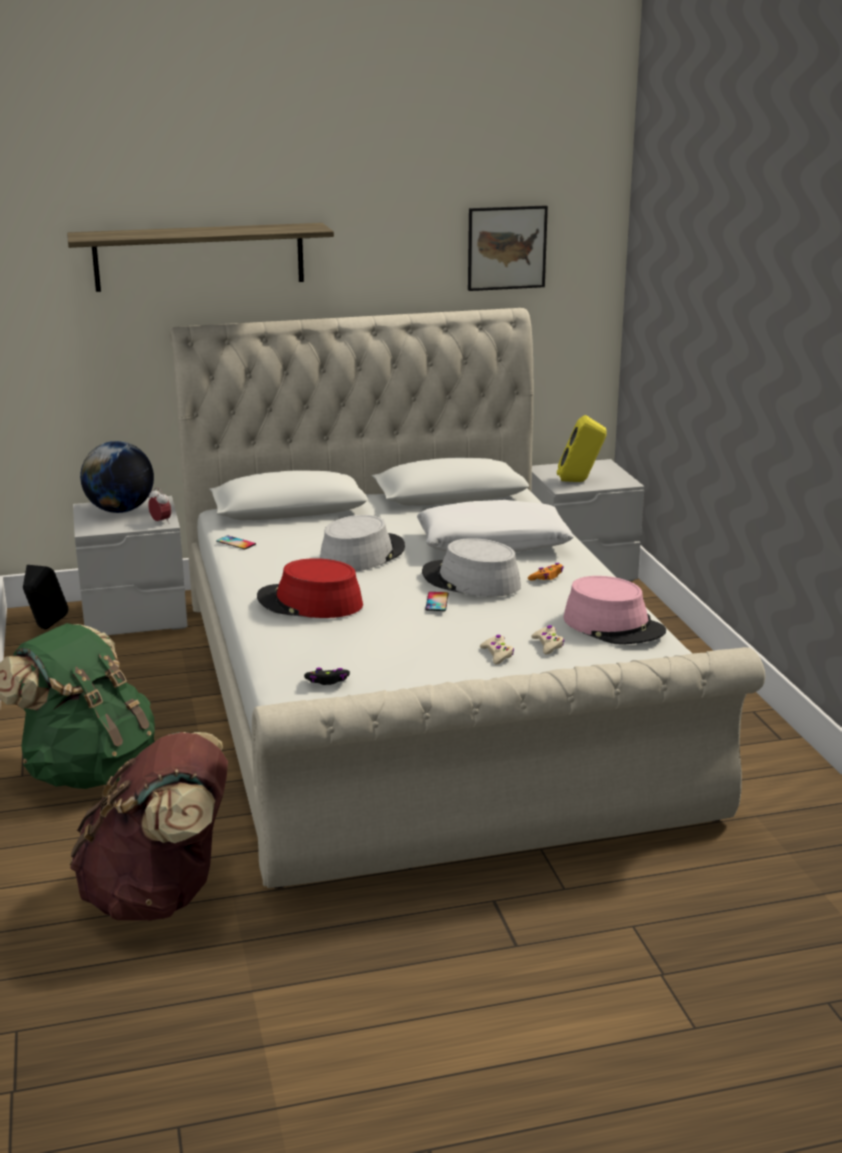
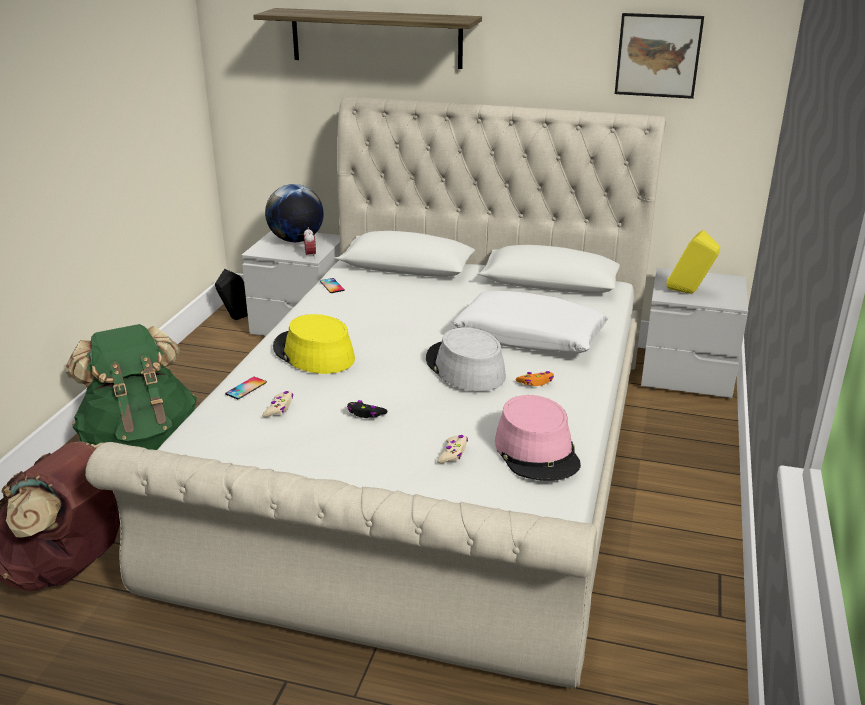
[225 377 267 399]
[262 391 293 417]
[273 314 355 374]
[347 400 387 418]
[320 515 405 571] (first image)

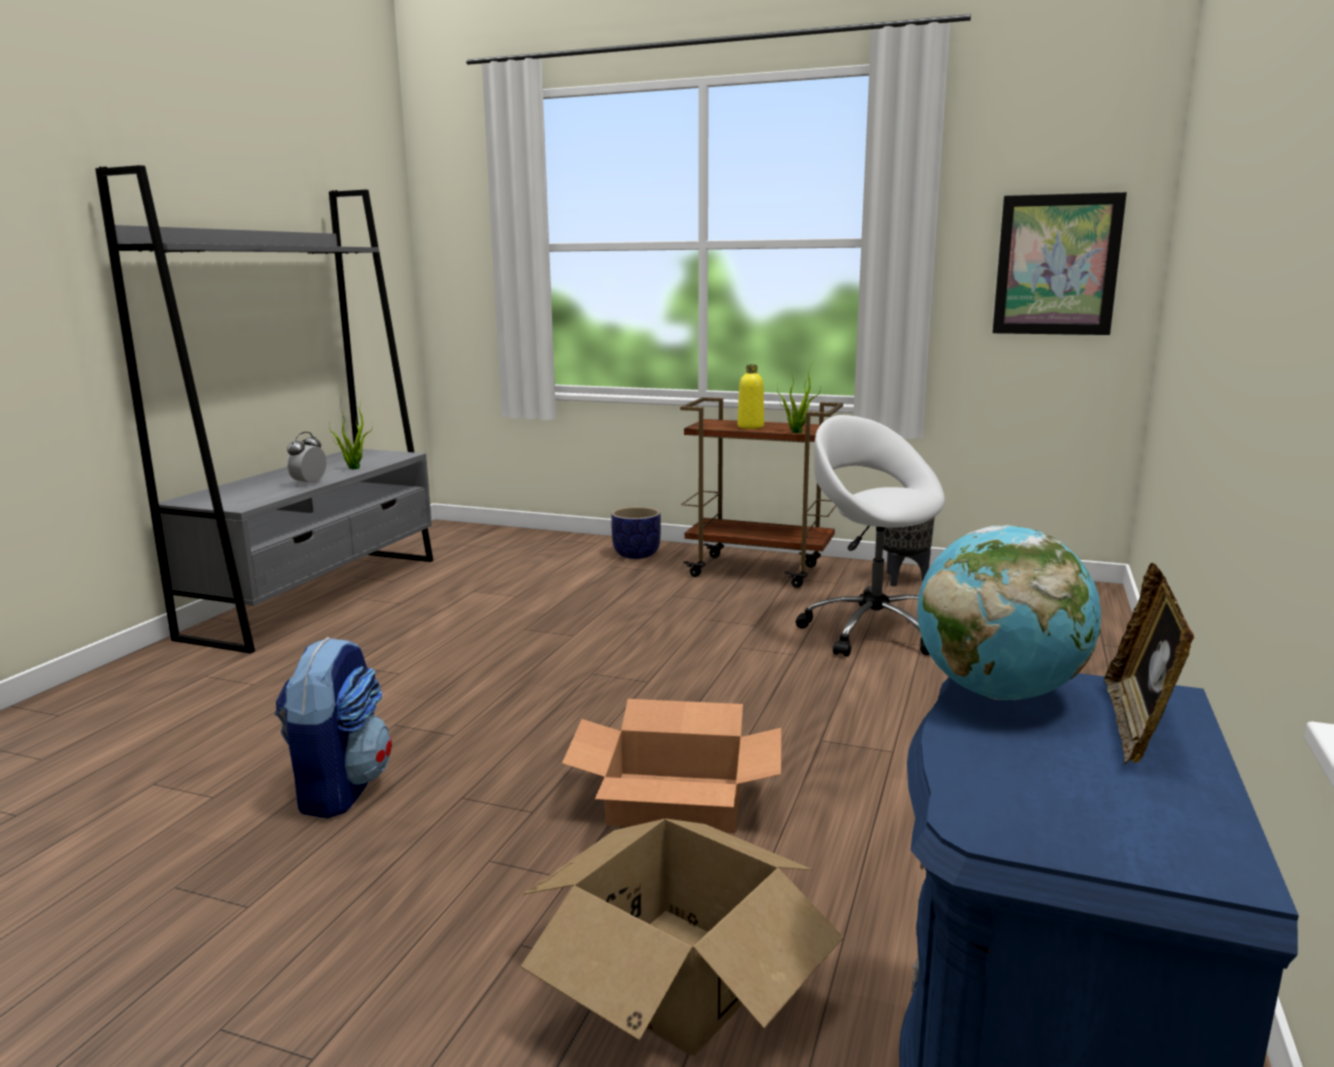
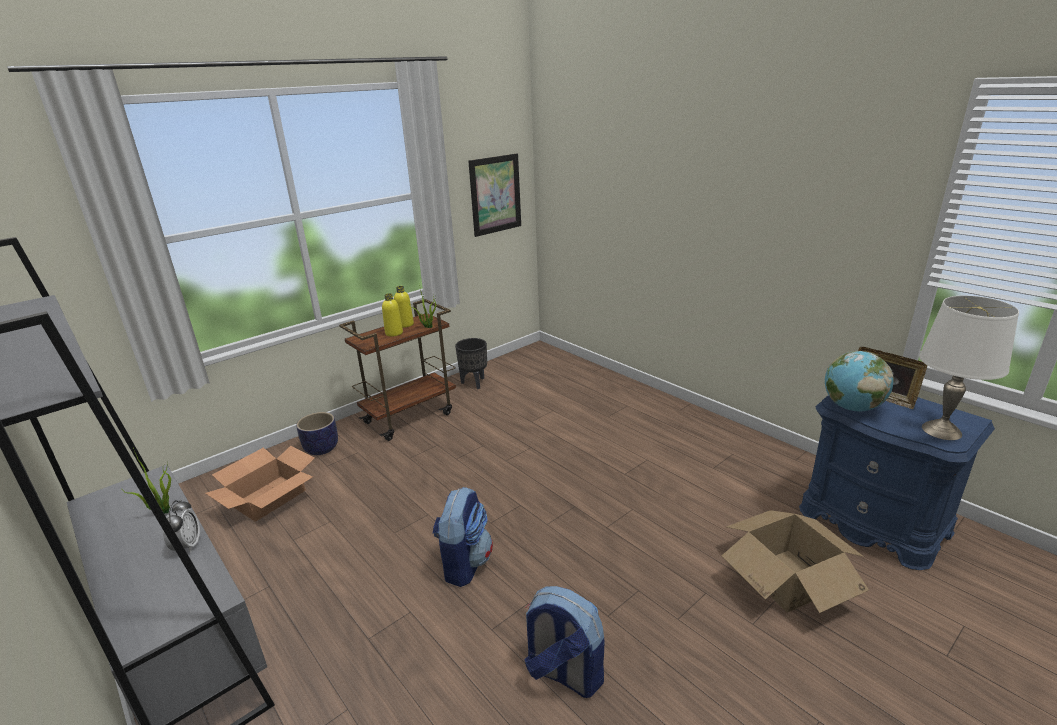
[163 500 200 553]
[205 446 314 522]
[394 286 414 328]
[432 487 493 587]
[919 296 1019 440]
[795 415 945 657] (first image)

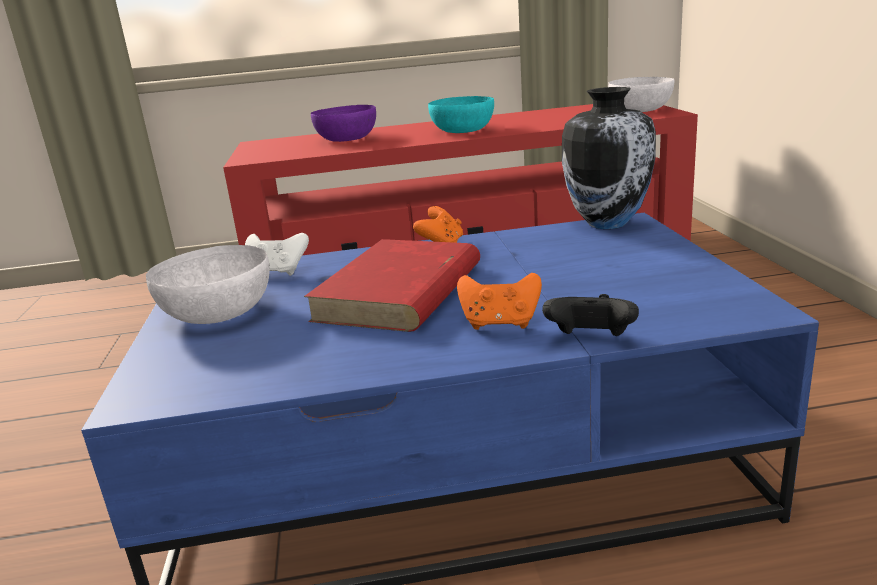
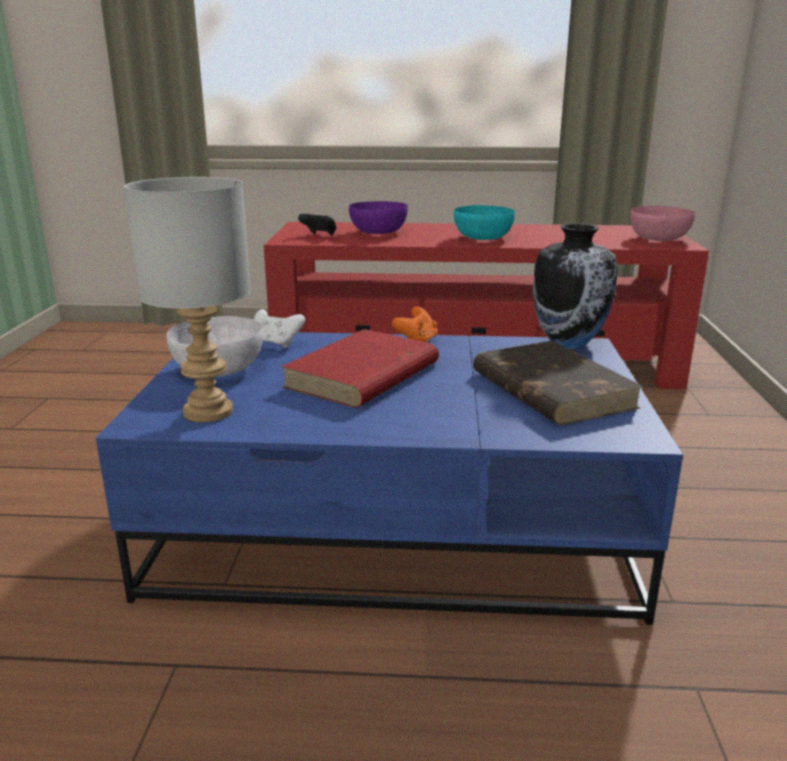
[124 177 251 422]
[298 214 336 236]
[473 341 644 425]
[630 206 695 241]
[457 273 542 330] (first image)

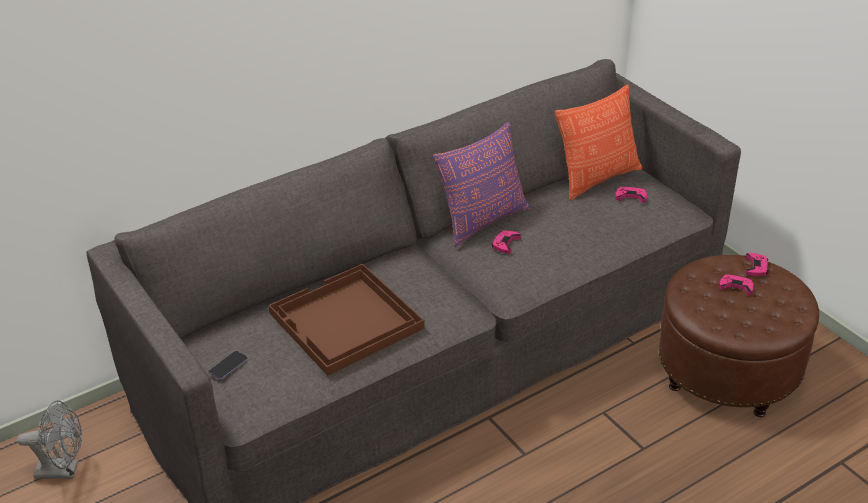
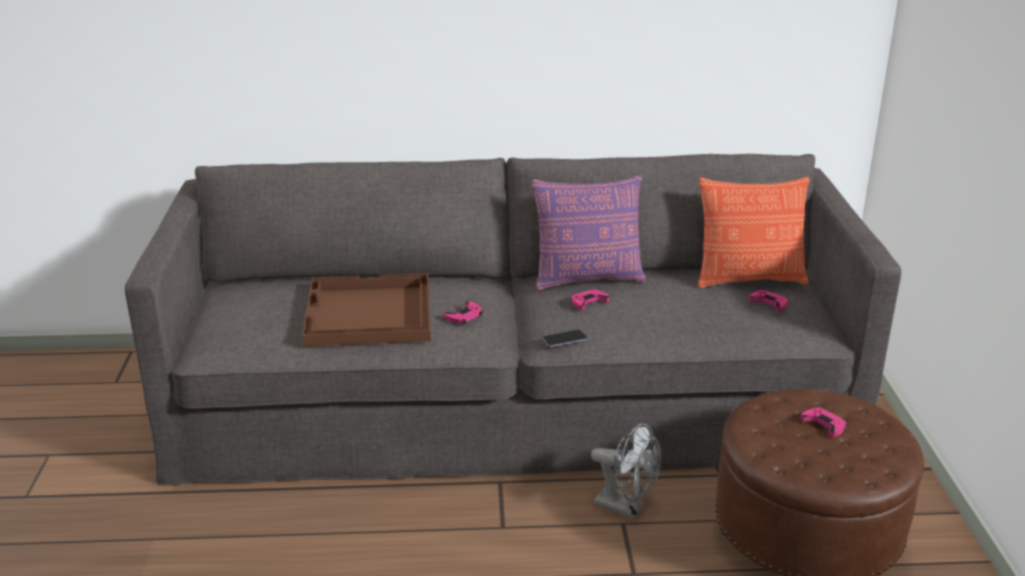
[444 301 483 324]
[543 329 587 347]
[591 423 661 519]

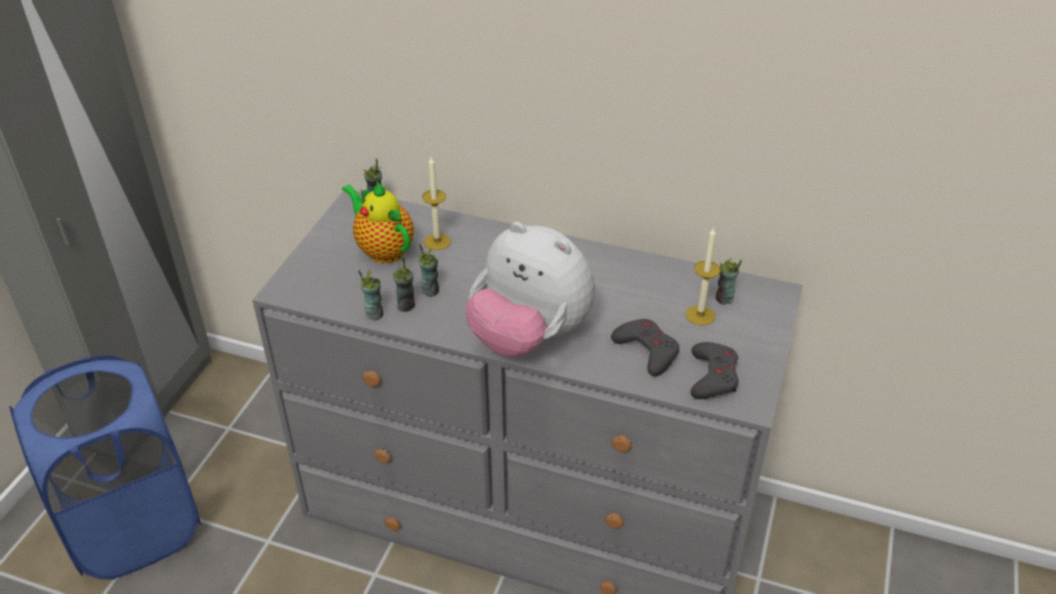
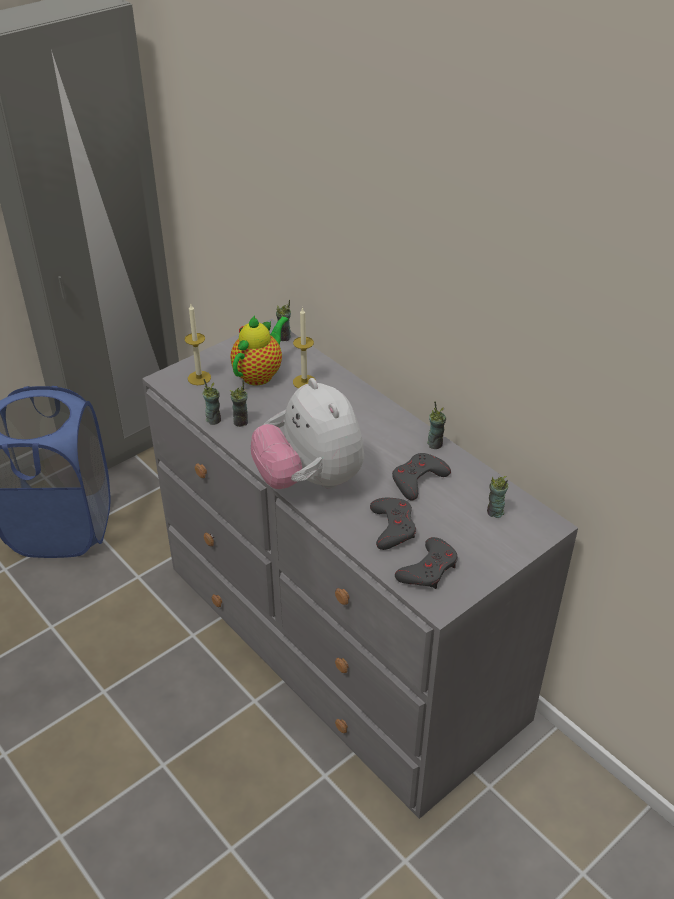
[185 304 211 385]
[230 315 289 386]
[392 453 451 500]
[427 401 446 449]

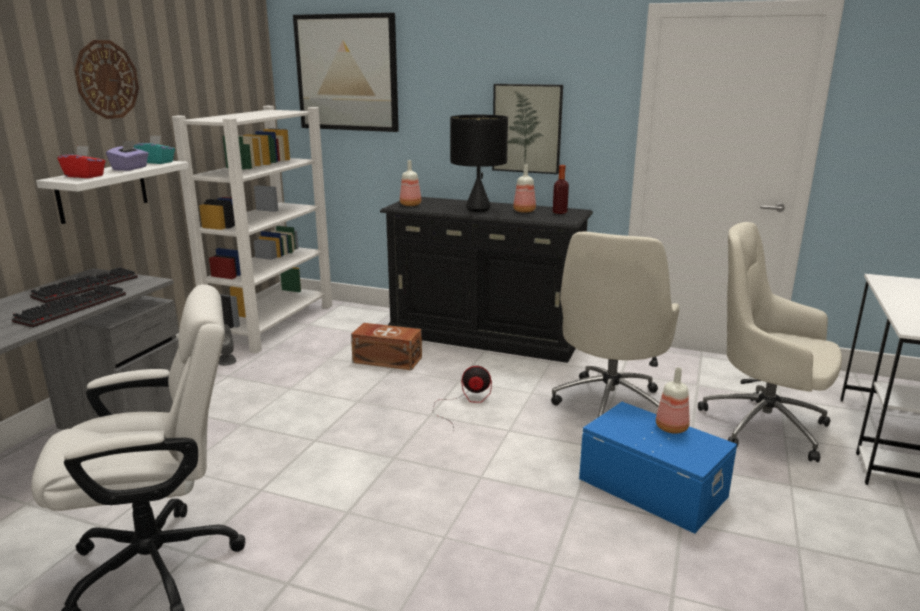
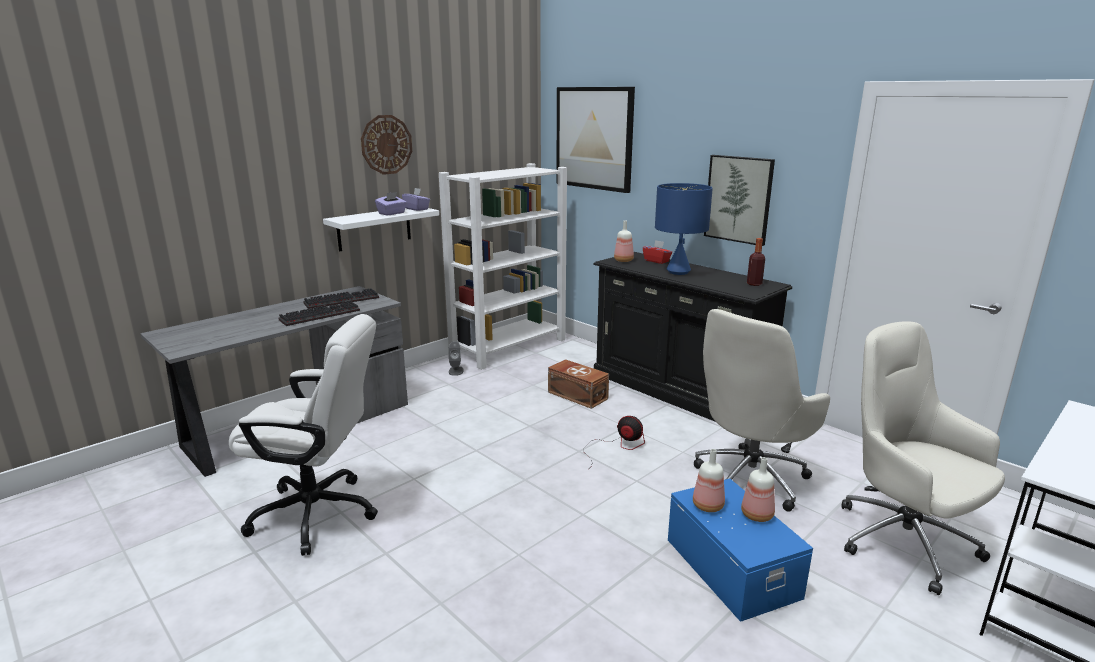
[402 188 430 211]
[643 240 672 264]
[655 183 713 275]
[693 449 725 512]

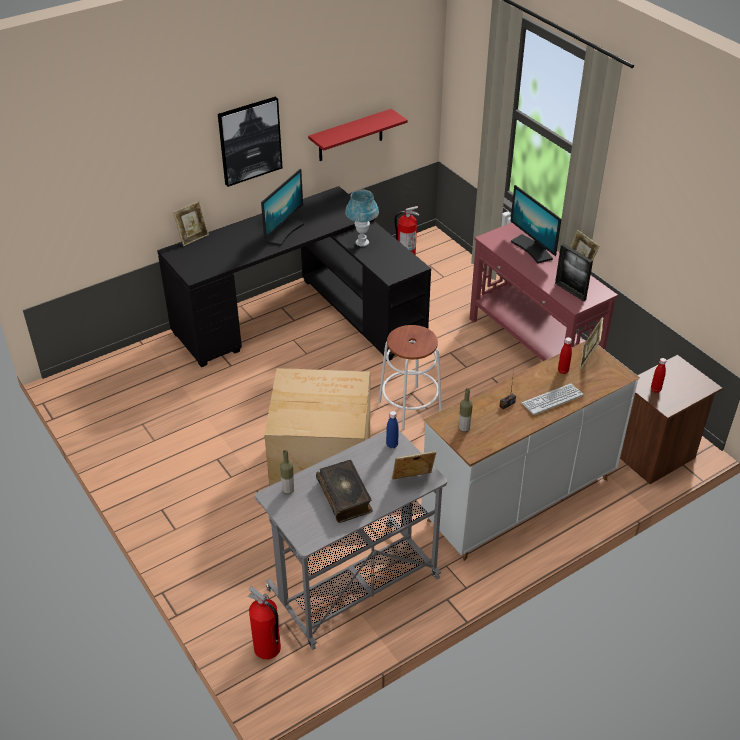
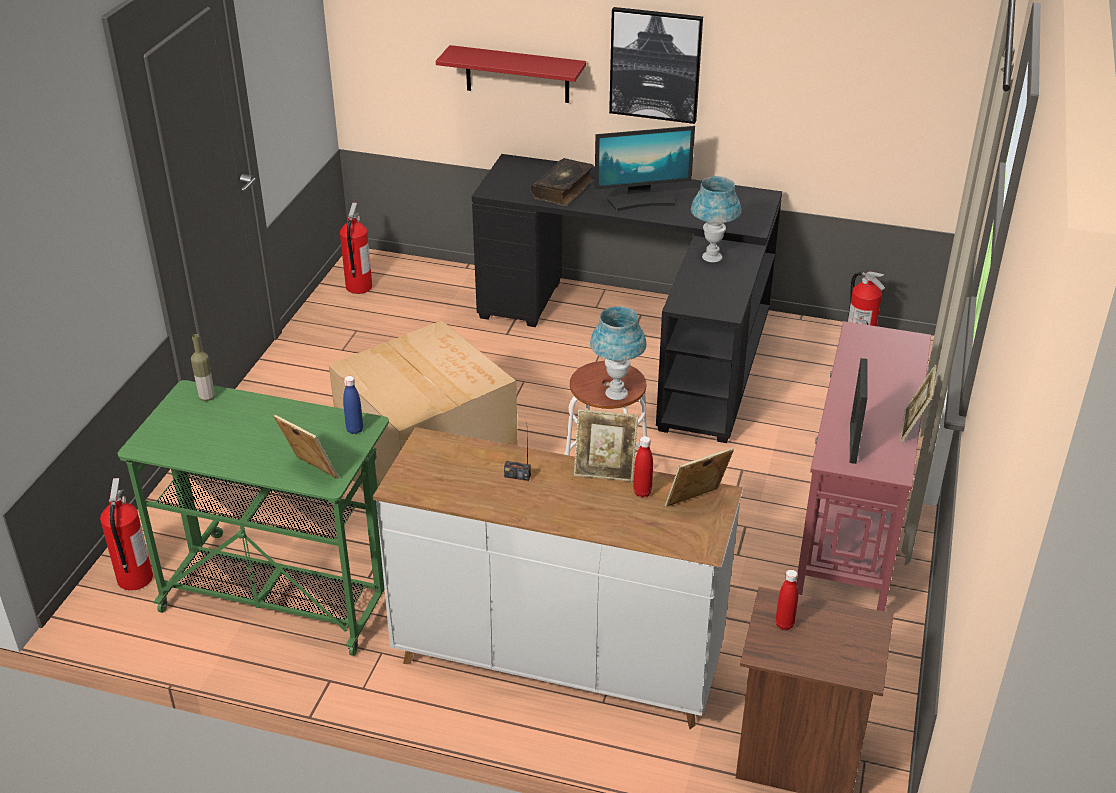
[118 380 389 656]
[340 202 372 294]
[436 45 586 103]
[531 158 594 206]
[574 409 638 482]
[590 306 647 400]
[459 388 473 432] (first image)
[510 185 561 264] (first image)
[521 384 583 415] (first image)

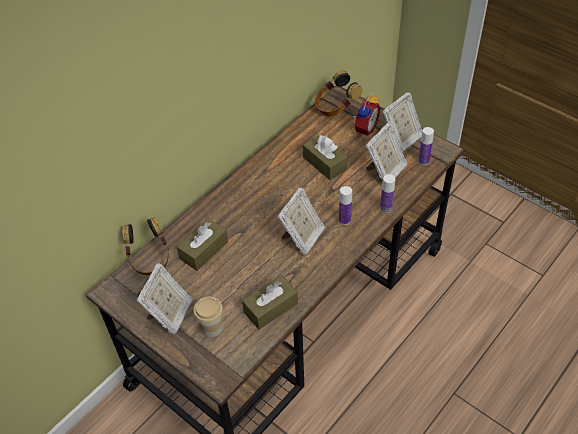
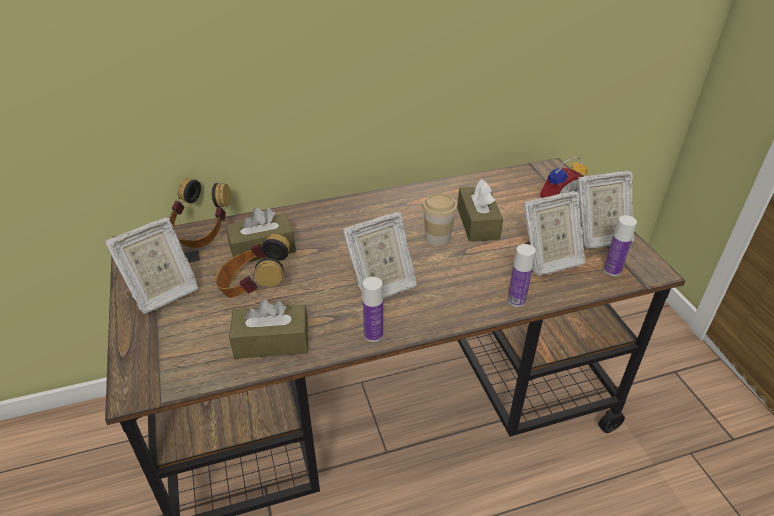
[215 234 290 298]
[363 277 383 342]
[422 193 458 246]

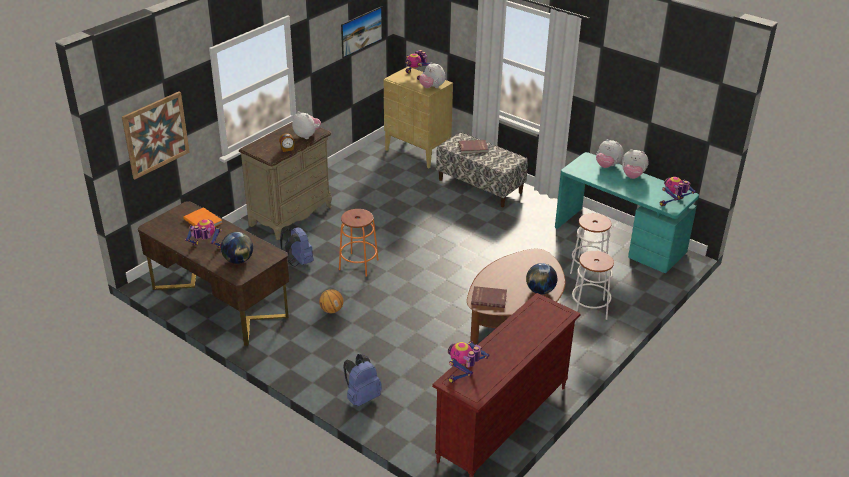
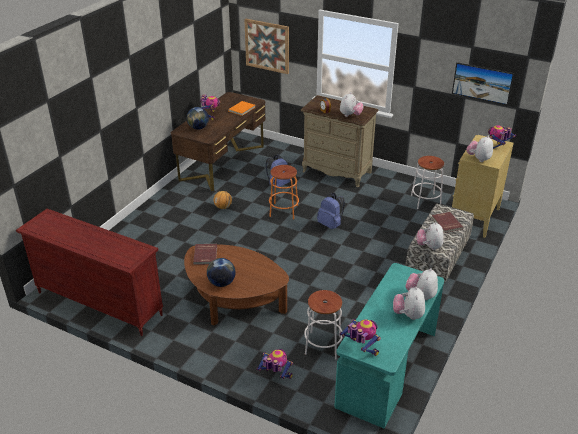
[257 349 293 379]
[317 193 345 229]
[411 156 444 209]
[417 222 444 250]

